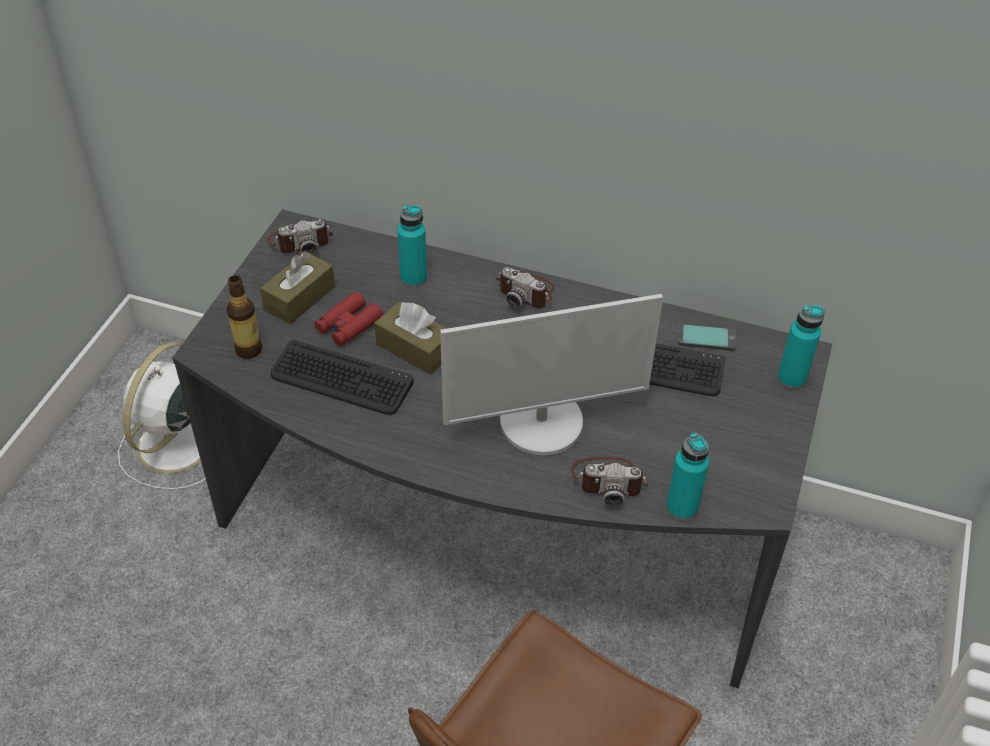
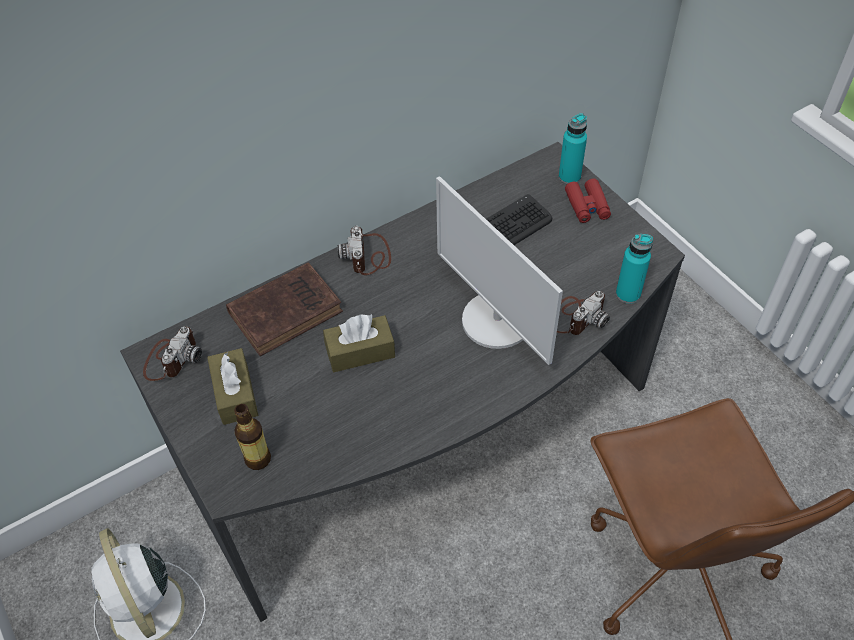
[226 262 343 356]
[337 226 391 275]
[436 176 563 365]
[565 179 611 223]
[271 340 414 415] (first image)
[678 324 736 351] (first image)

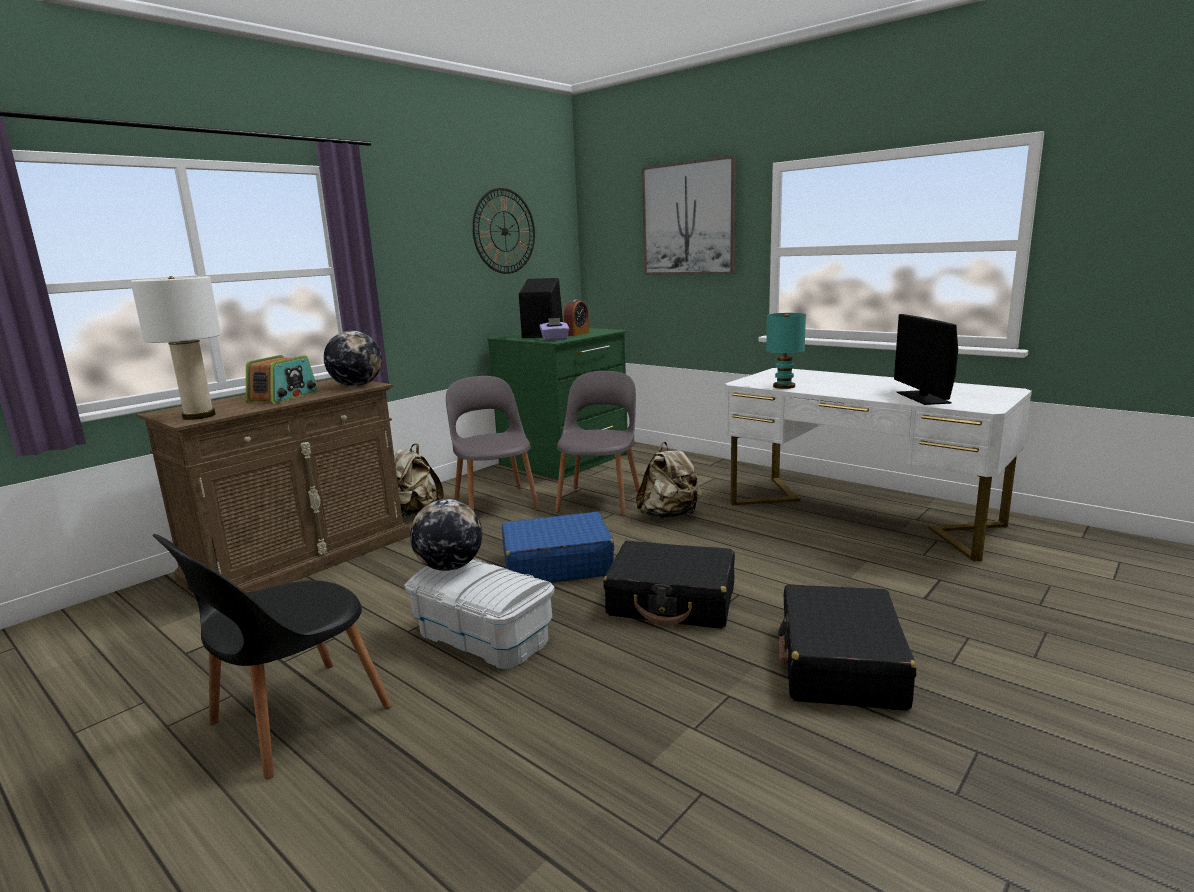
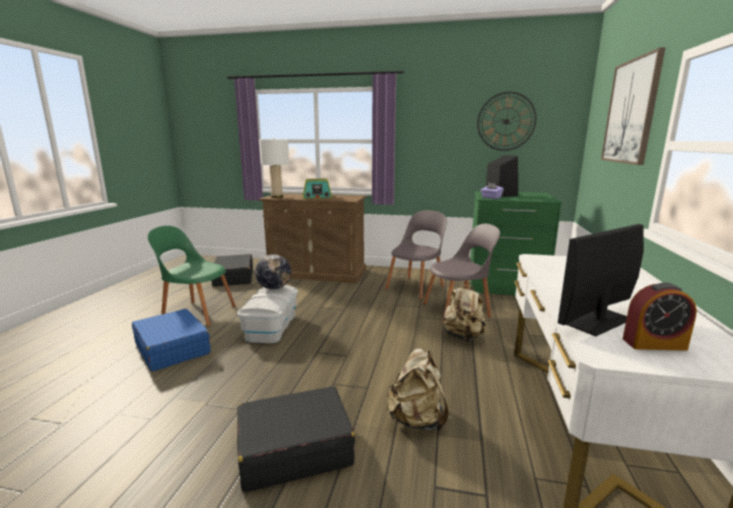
[132 309 211 372]
[148 226 236 327]
[212 254 253 287]
[386 348 448 431]
[623 283 697 351]
[324 331 382 387] (first image)
[766 313 806 389] (first image)

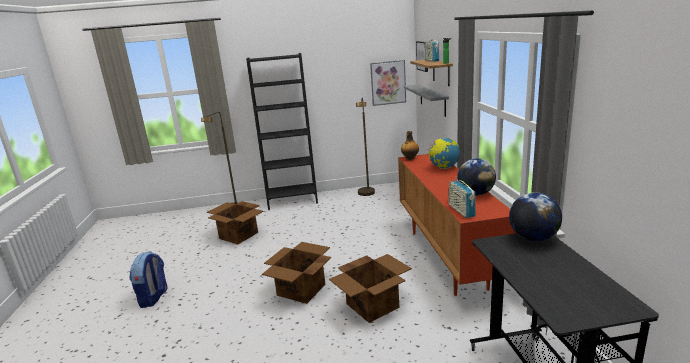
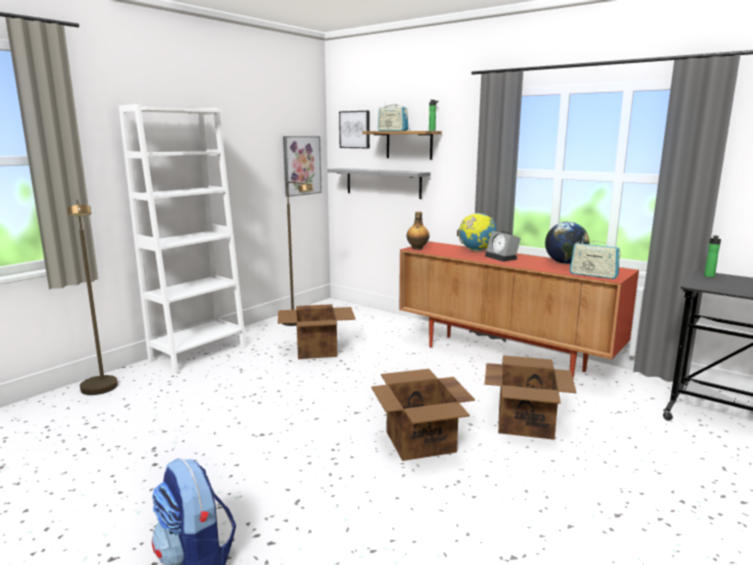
[118 104 246 373]
[278 304 356 359]
[485 231 521 262]
[704 236 721 277]

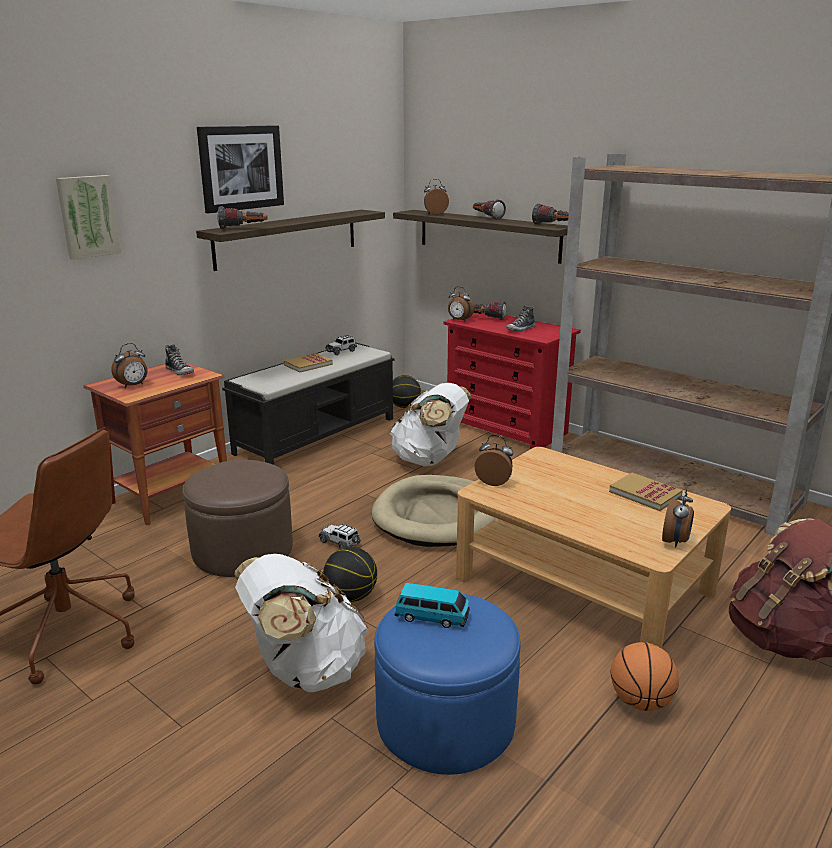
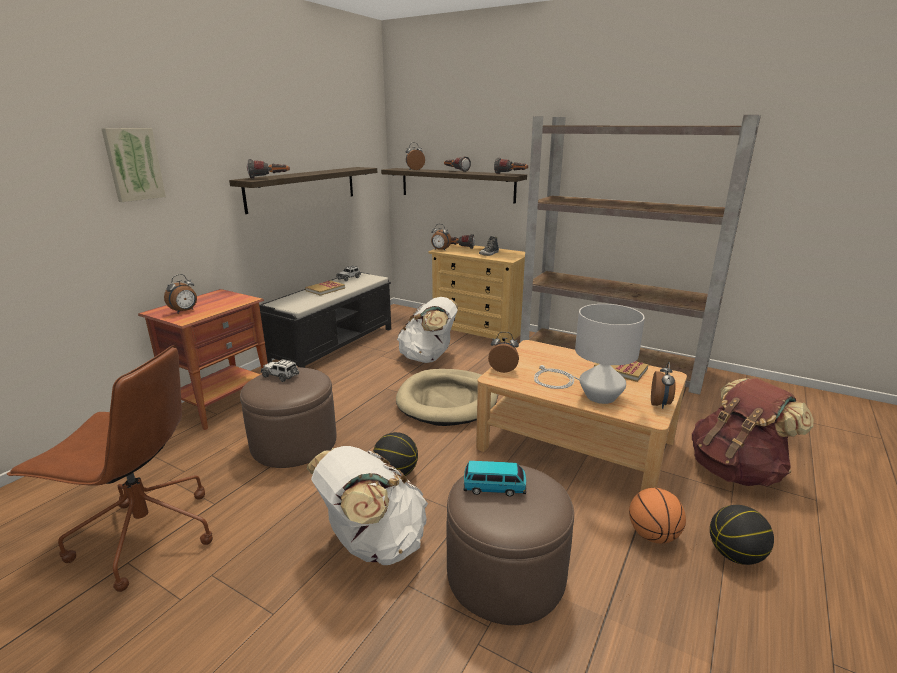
[261 359 299 382]
[428 243 525 343]
[446 465 574 625]
[534 304 645 404]
[710 505 774 565]
[165 345 194 375] (first image)
[197 125 284 213] (first image)

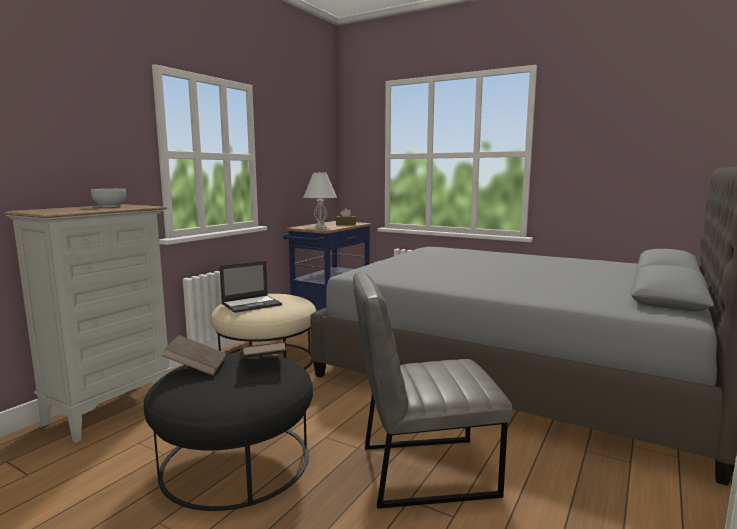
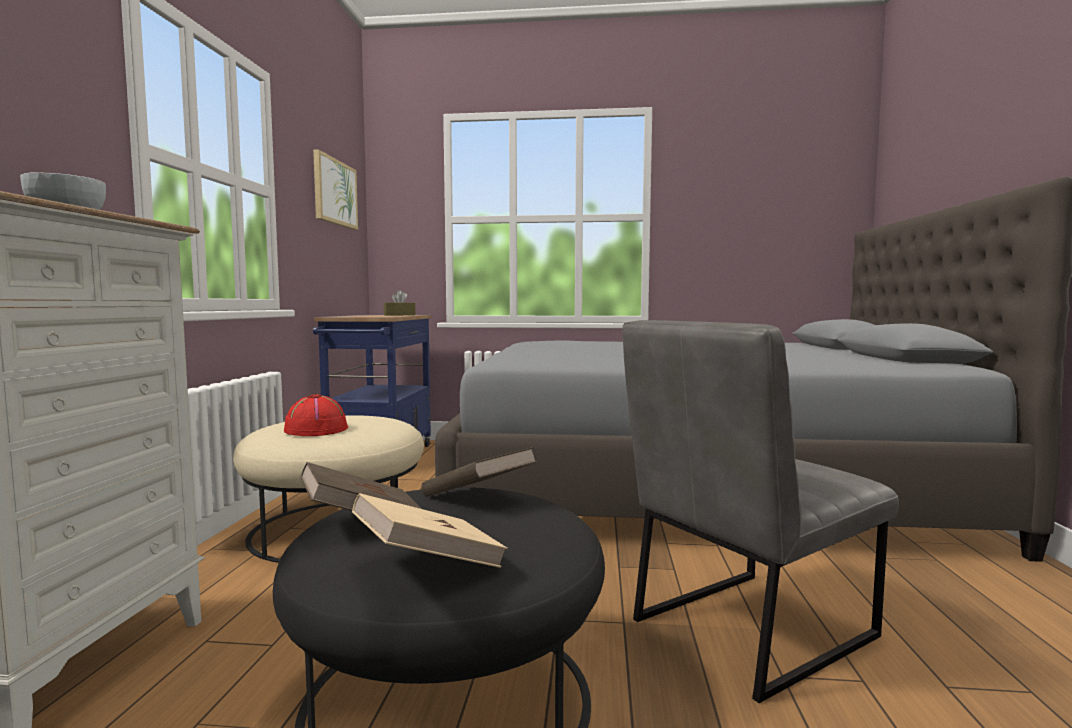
[284 394 348 436]
[313 149 358 230]
[352 493 508 568]
[303 172 337 228] (first image)

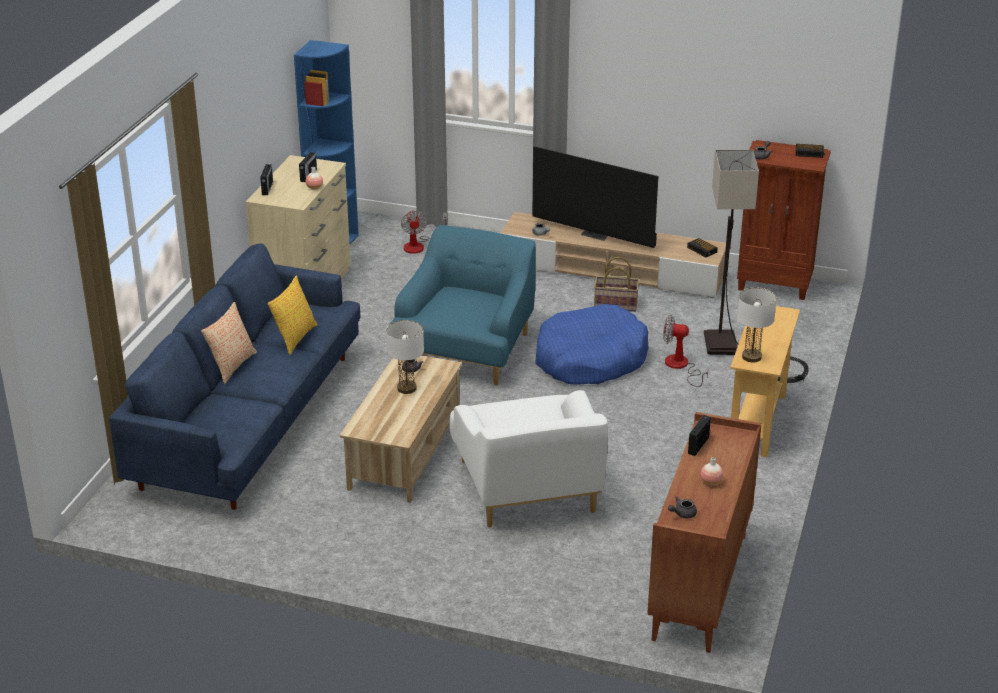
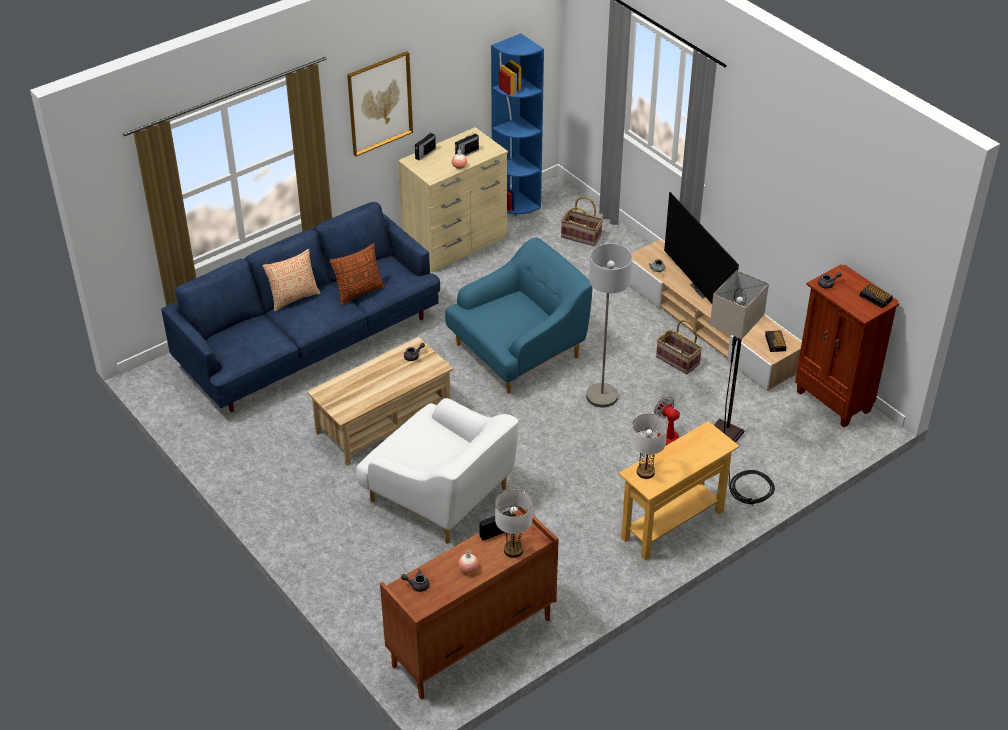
[329 243 385 306]
[347 51 413 156]
[356 398 519 543]
[495 489 533 558]
[561 197 603 246]
[586 244 632 407]

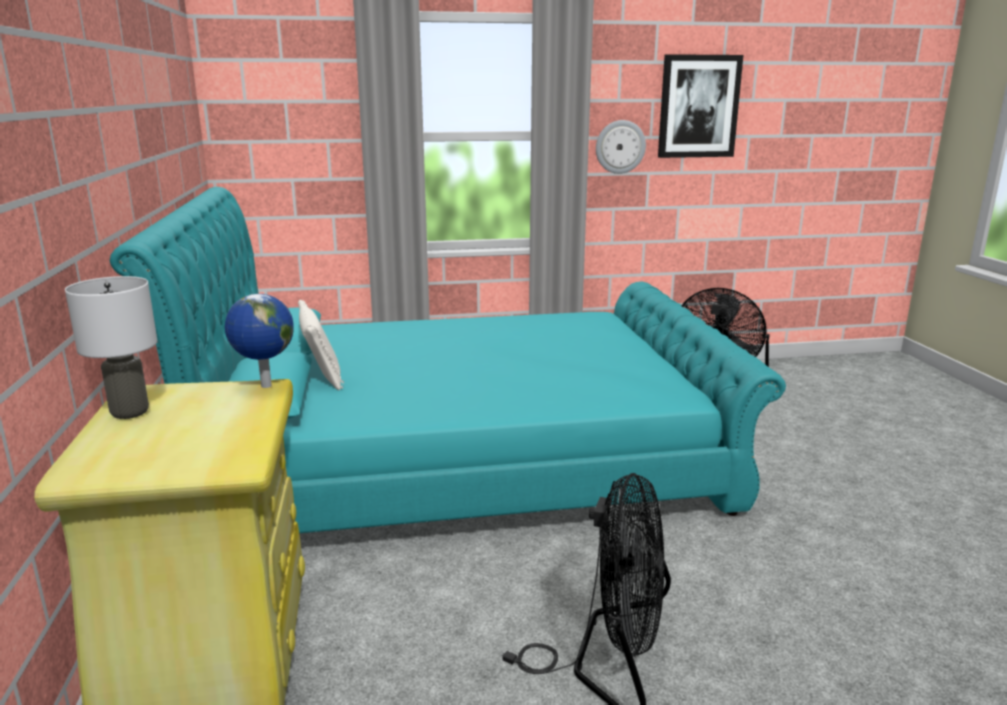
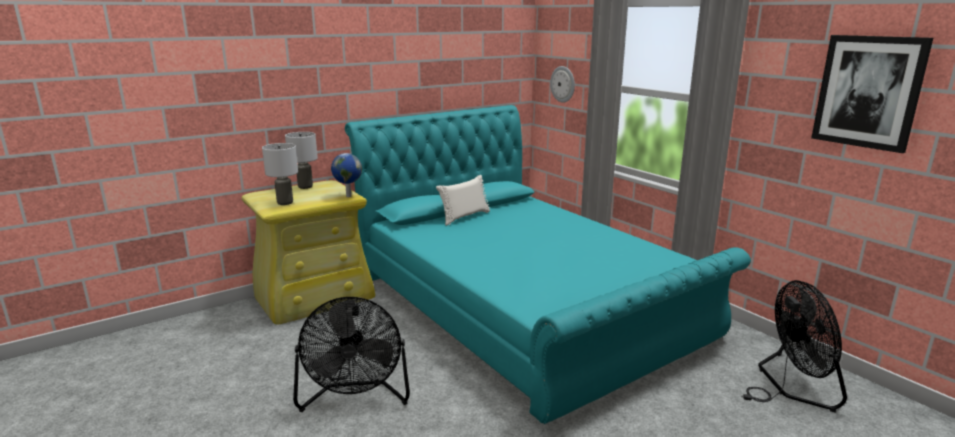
[262 143 298 205]
[550 66 575 103]

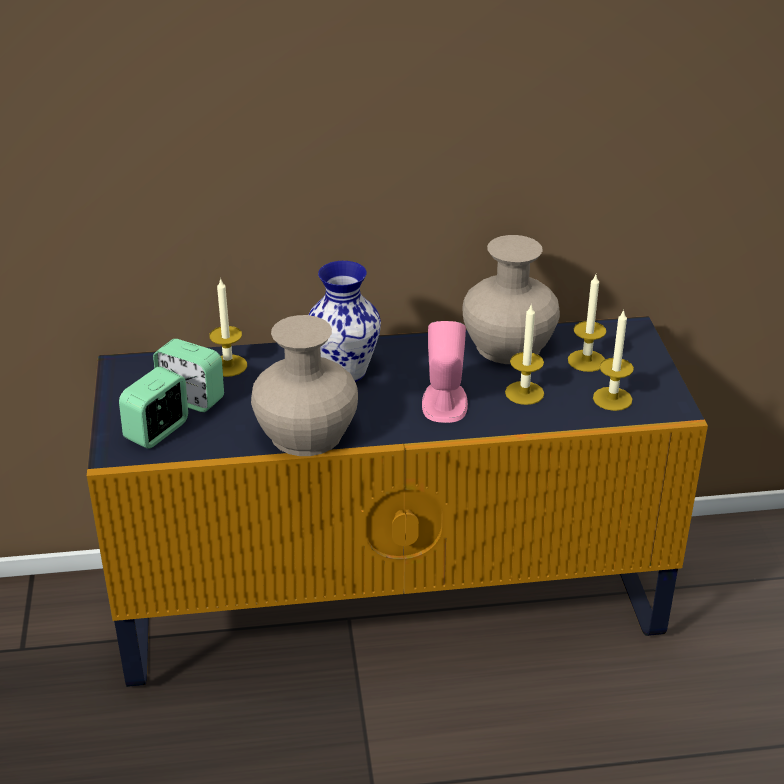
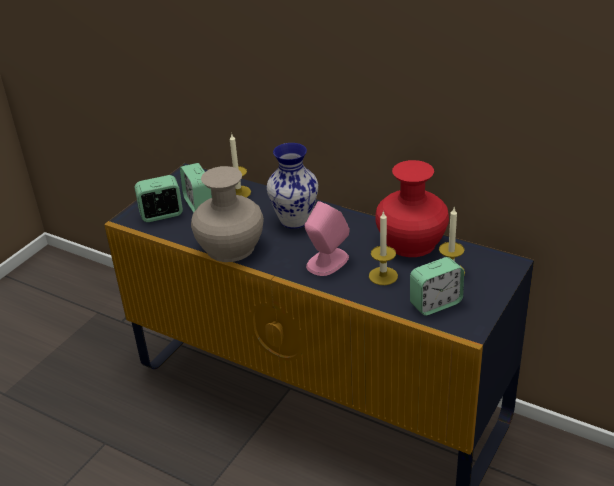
[376 160 449 257]
[410 257 464 316]

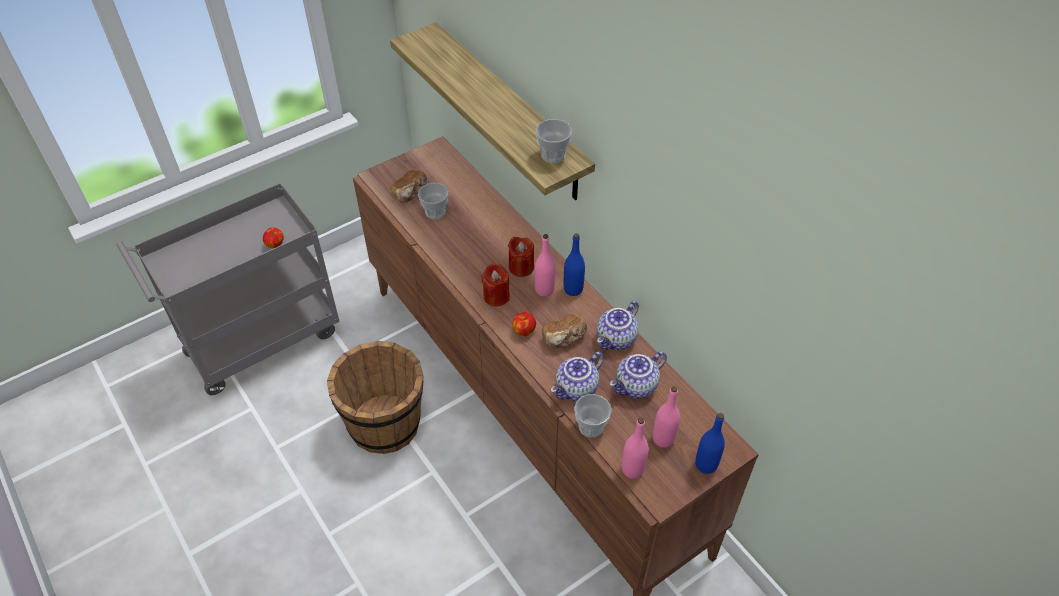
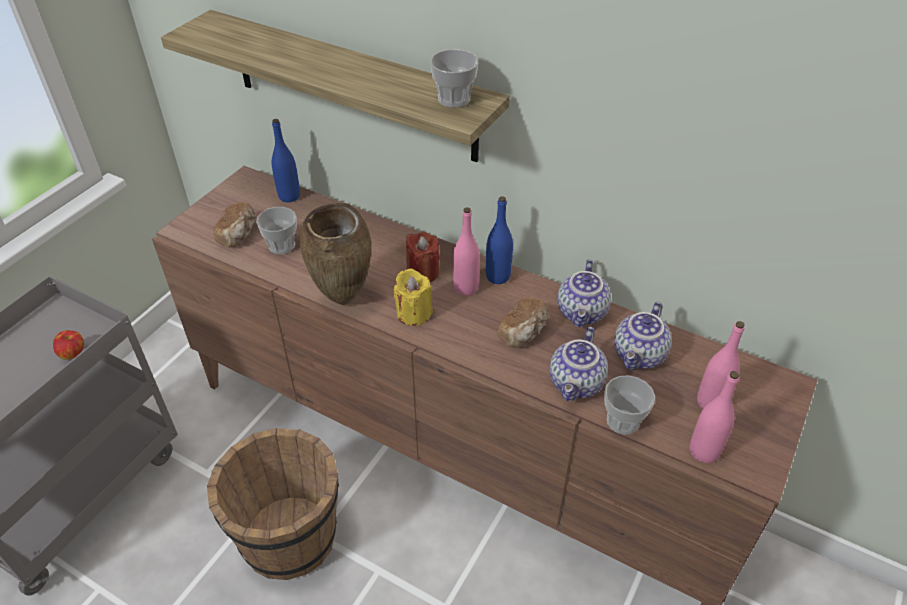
[272 119 300 202]
[300 202 371 305]
[393 268 433 326]
[512 312 536 336] (first image)

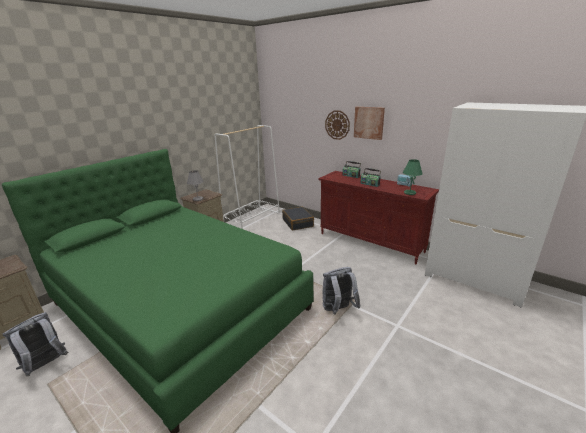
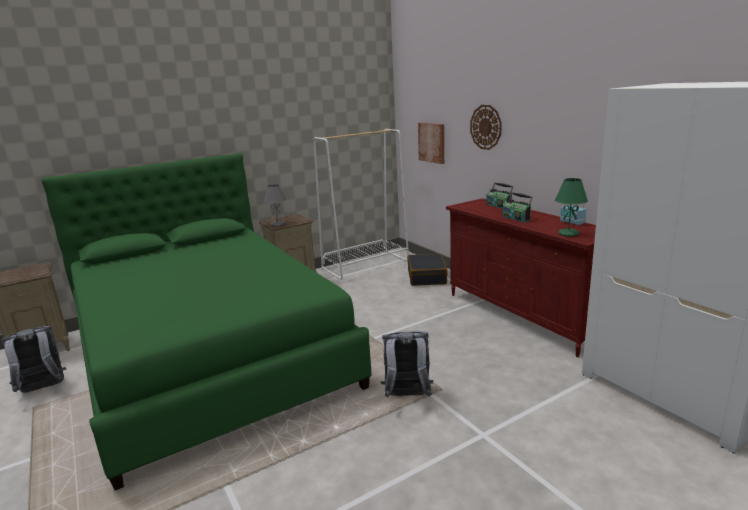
[418 123 444 164]

